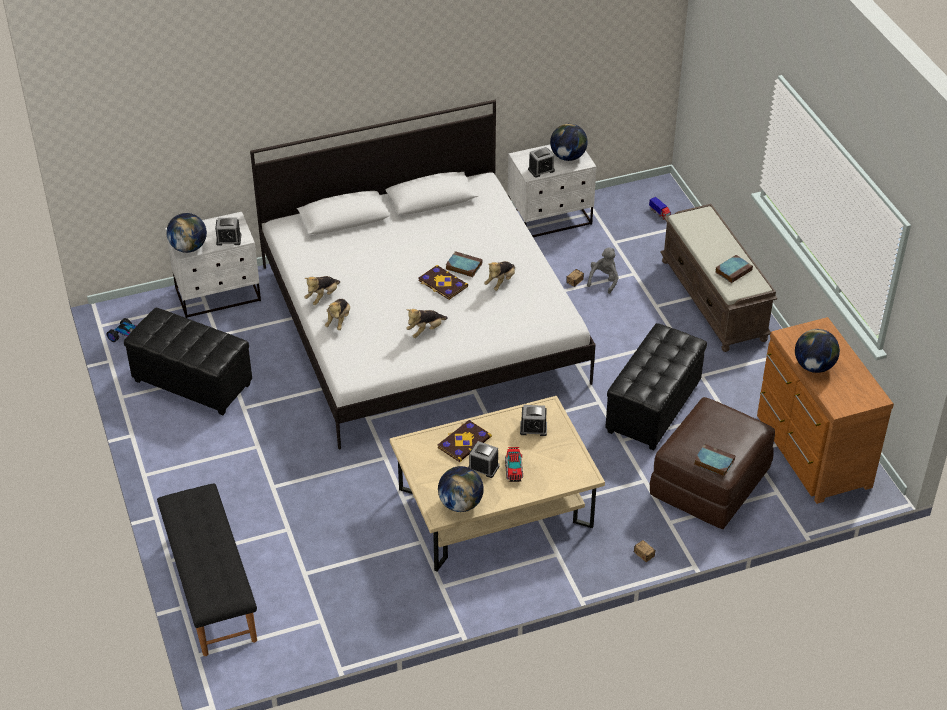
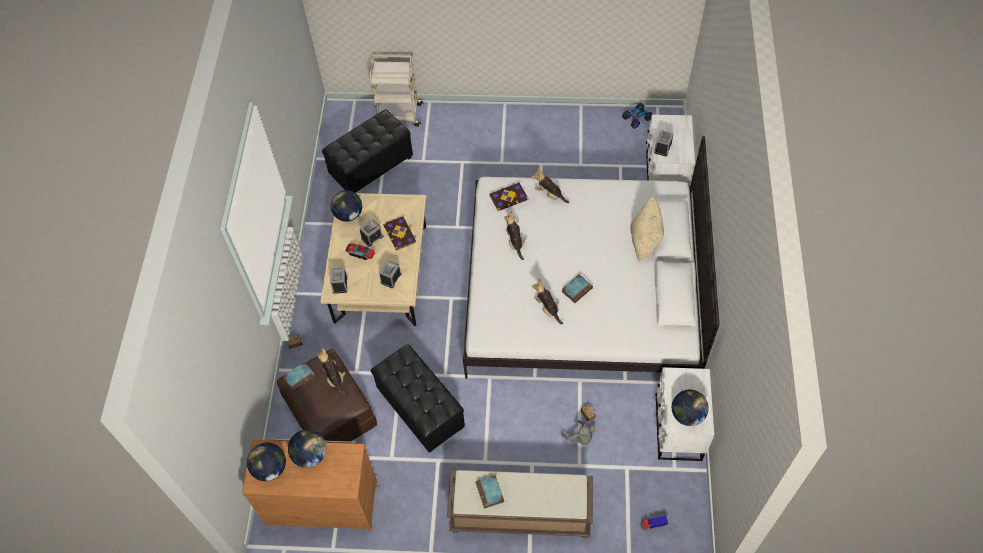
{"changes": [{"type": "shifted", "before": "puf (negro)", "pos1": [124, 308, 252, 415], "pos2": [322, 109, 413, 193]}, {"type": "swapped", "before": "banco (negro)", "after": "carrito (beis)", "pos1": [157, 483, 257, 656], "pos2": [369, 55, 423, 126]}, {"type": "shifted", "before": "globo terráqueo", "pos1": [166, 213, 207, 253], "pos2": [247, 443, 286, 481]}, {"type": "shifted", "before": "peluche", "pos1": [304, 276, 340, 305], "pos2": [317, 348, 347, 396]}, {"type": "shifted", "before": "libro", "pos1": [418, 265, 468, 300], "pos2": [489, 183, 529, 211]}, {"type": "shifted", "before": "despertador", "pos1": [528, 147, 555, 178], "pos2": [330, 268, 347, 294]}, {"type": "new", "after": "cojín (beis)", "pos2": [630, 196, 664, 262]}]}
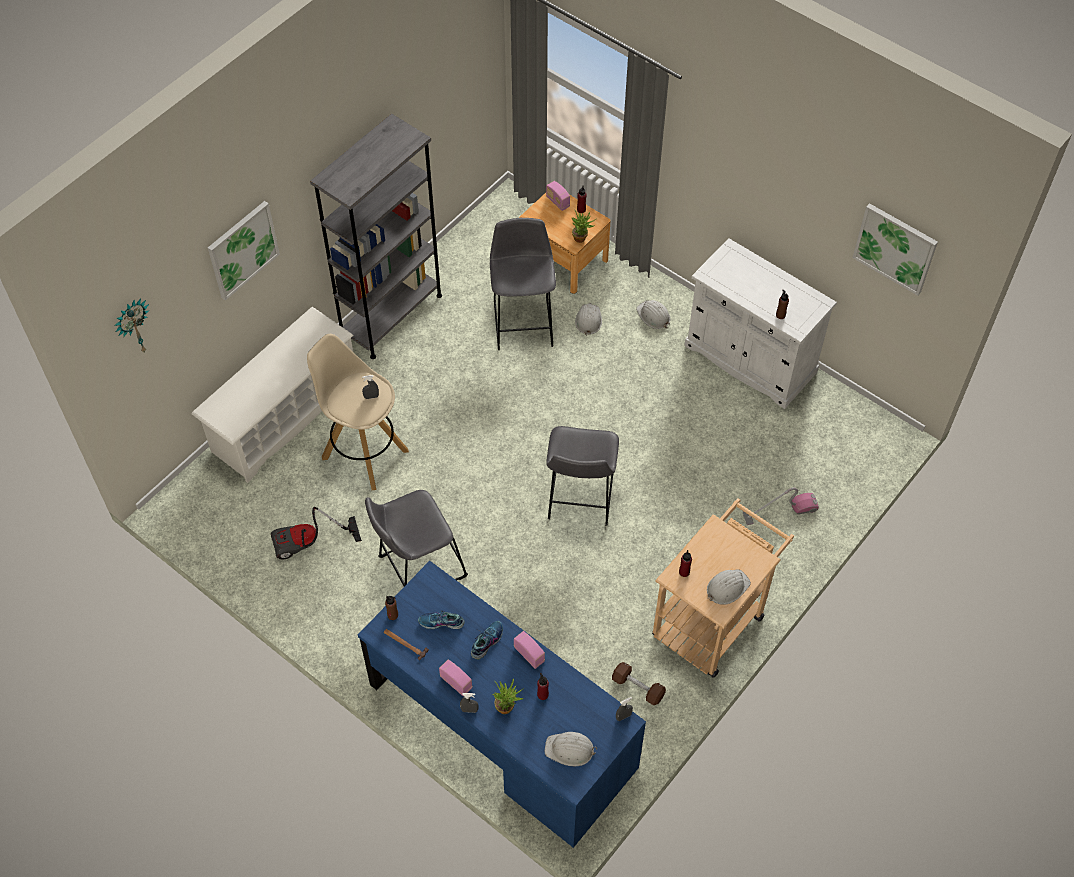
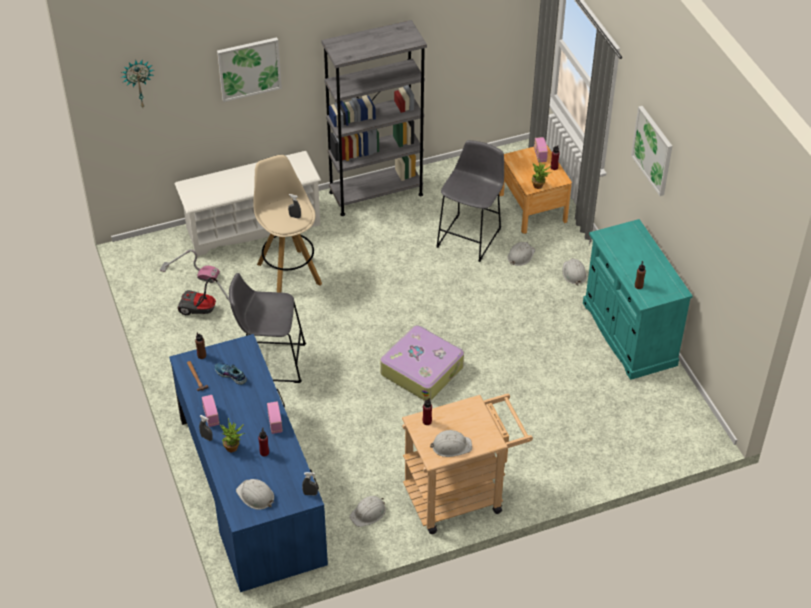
{"changes": [{"type": "gone", "before": "zapato", "pos1": [471, 621, 503, 659]}, {"type": "swapped", "before": "taburete (gris)", "after": "maleta", "pos1": [546, 426, 619, 525], "pos2": [380, 326, 464, 401]}, {"type": "swapped", "before": "mancuerna (marrón)", "after": "casco (blanco)", "pos1": [612, 662, 666, 705], "pos2": [350, 496, 386, 527]}, {"type": "repainted", "before": "armario (blanco)", "after": "armario (turquesa)", "pos1": [684, 238, 837, 409], "pos2": [583, 219, 693, 380]}, {"type": "shifted", "before": "aspiradora", "pos1": [743, 487, 819, 525], "pos2": [160, 249, 220, 283]}, {"type": "shifted", "before": "cuadro", "pos1": [853, 203, 938, 296], "pos2": [631, 106, 672, 196]}]}
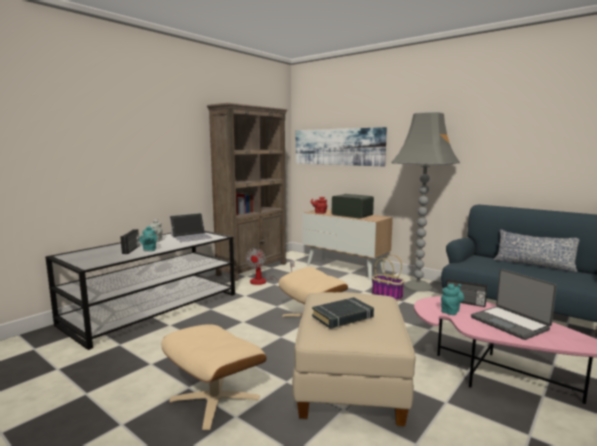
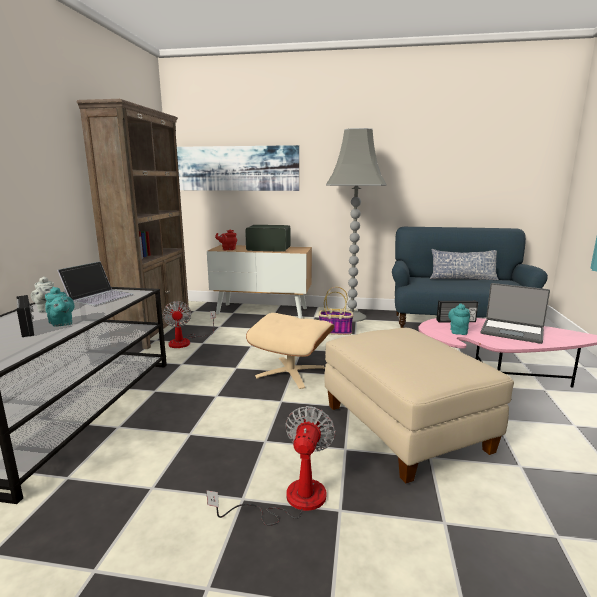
{"changes": [{"type": "swapped", "before": "puf (beis)", "after": "ventilador", "pos1": [161, 324, 267, 430], "pos2": [206, 406, 336, 526]}, {"type": "gone", "before": "libro (negro)", "pos1": [312, 297, 374, 329]}]}
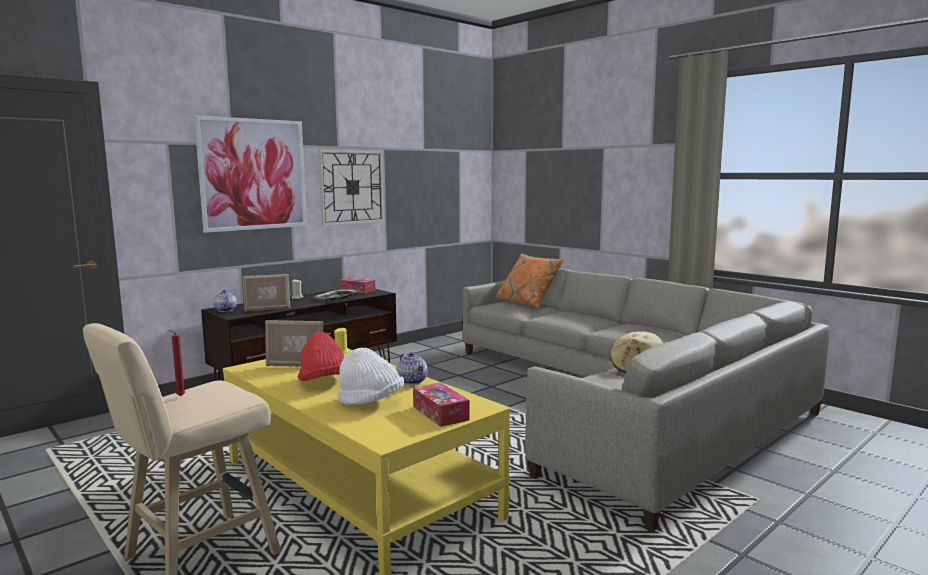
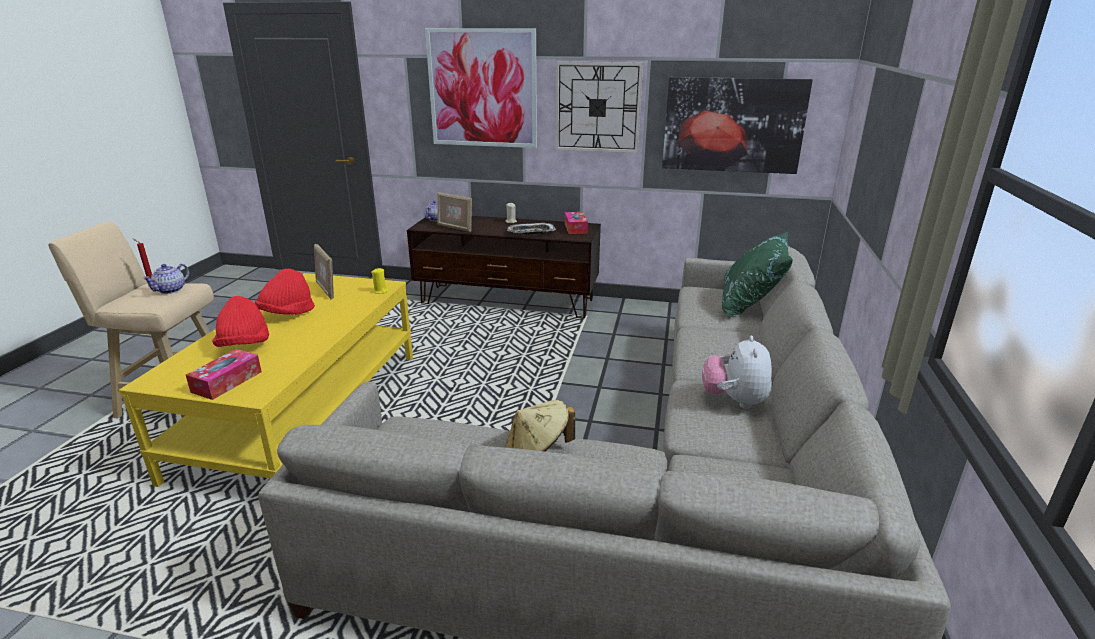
{"changes": [{"type": "repainted", "before": "sombrero (blanco)", "after": "sombrero (rojo)", "pos1": [337, 348, 404, 405], "pos2": [212, 296, 269, 347]}, {"type": "shifted", "before": "tetera", "pos1": [396, 352, 428, 385], "pos2": [142, 264, 189, 294]}, {"type": "repainted", "before": "cojín (naranja)", "after": "cojín (verde)", "pos1": [495, 253, 565, 307], "pos2": [722, 231, 793, 317]}, {"type": "new", "after": "cuadro", "pos2": [662, 77, 813, 174]}, {"type": "new", "after": "peluche", "pos2": [702, 336, 772, 409]}]}
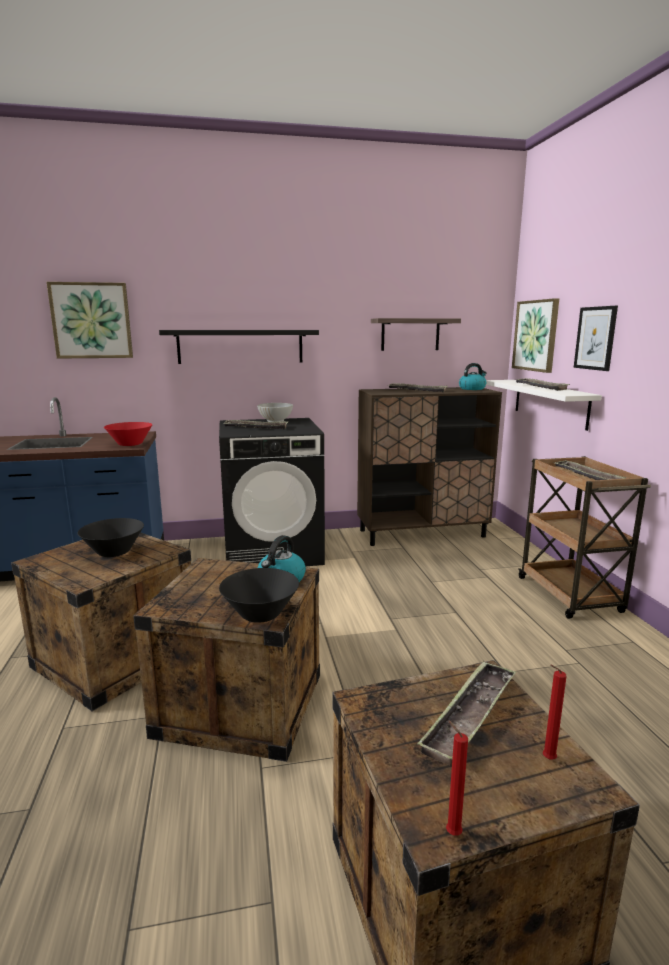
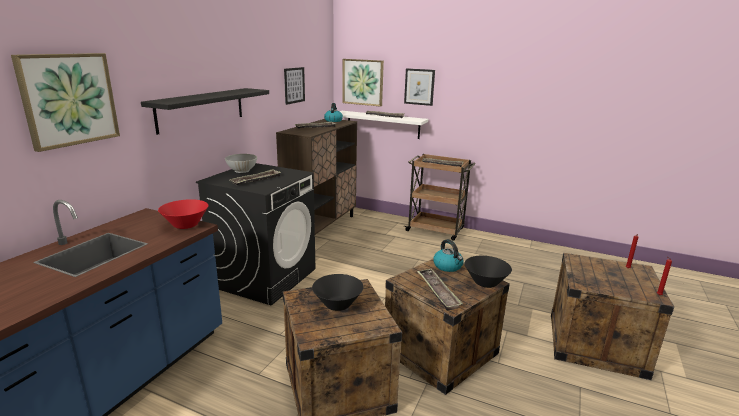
{"changes": [{"type": "swapped", "before": "estante", "after": "cuadro", "pos1": [371, 318, 461, 351], "pos2": [284, 67, 305, 105]}, {"type": "shifted", "before": "bandeja", "pos1": [417, 661, 516, 766], "pos2": [417, 269, 463, 311]}]}
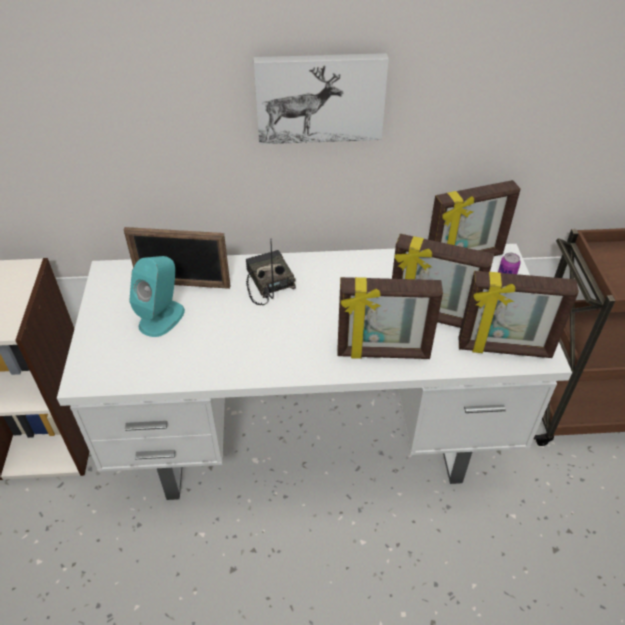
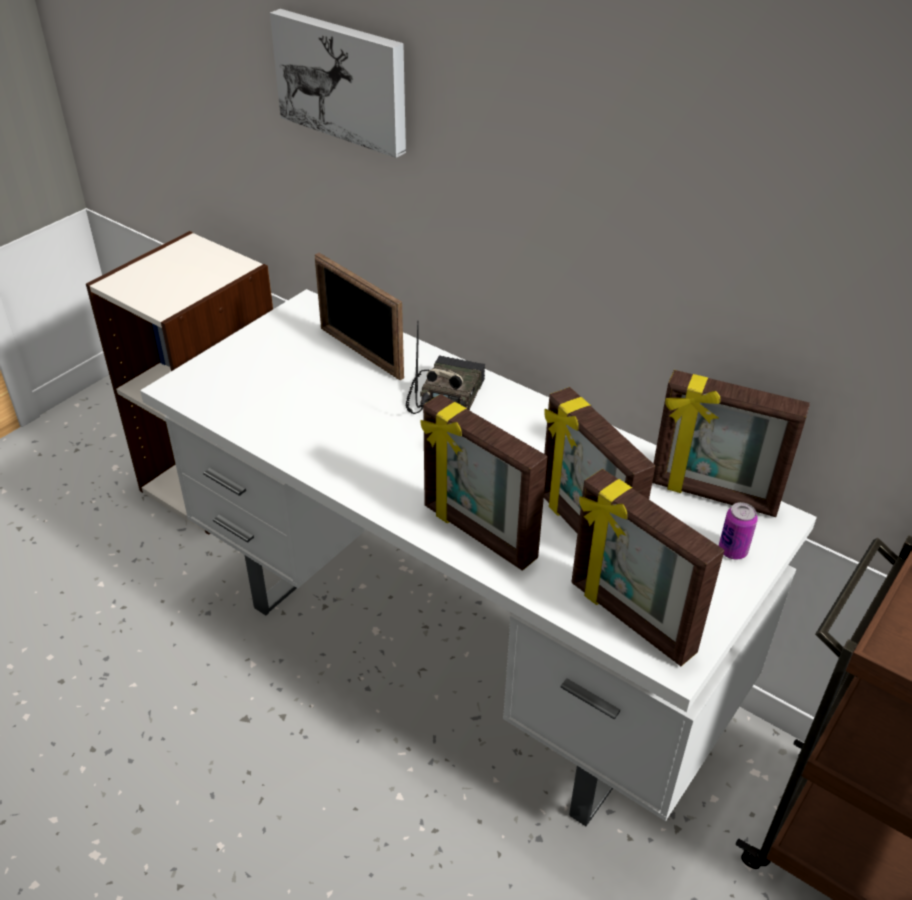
{"changes": [{"type": "gone", "before": "altavoz (turquesa)", "pos1": [129, 256, 185, 337]}, {"type": "shifted", "before": "cuadro", "pos1": [254, 53, 389, 144], "pos2": [270, 9, 406, 158]}]}
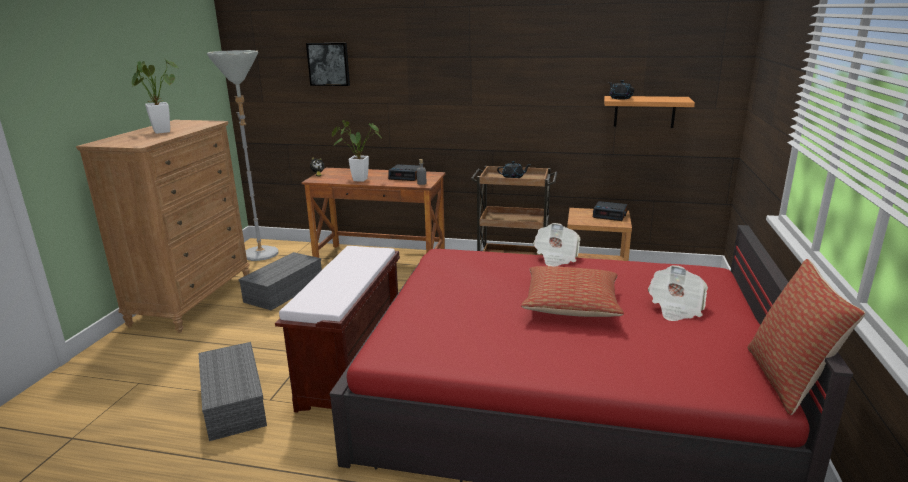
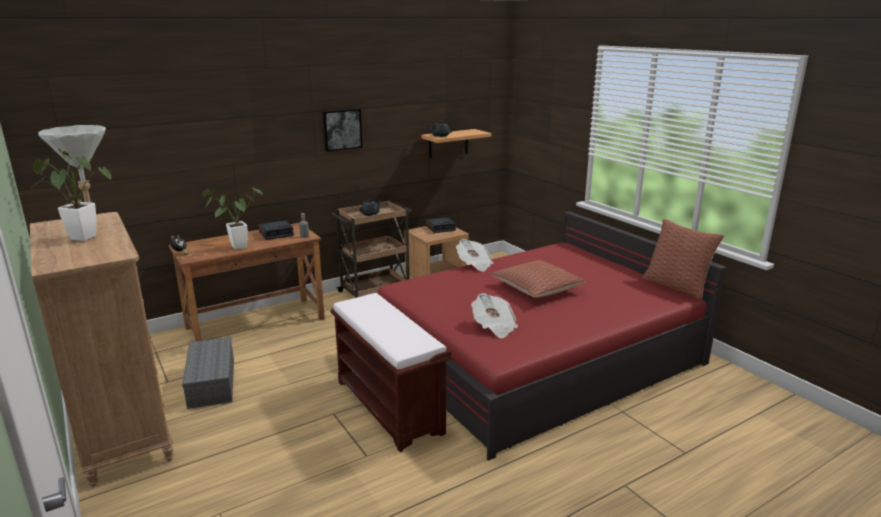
{"changes": [{"type": "gone", "before": "caja de almacenaje (gris)", "pos1": [199, 342, 267, 441]}, {"type": "shifted", "before": "cuadro", "pos1": [306, 43, 350, 86], "pos2": [322, 108, 362, 152]}, {"type": "shifted", "before": "periódico", "pos1": [648, 265, 708, 321], "pos2": [471, 293, 518, 338]}]}
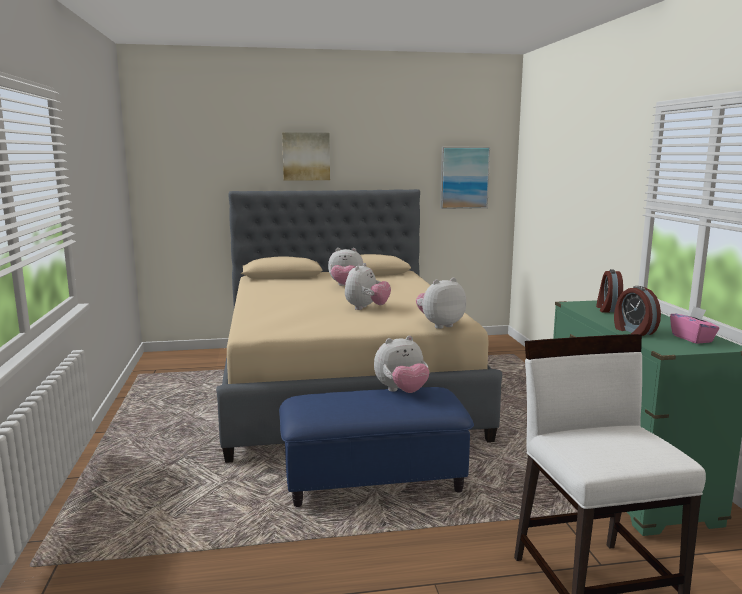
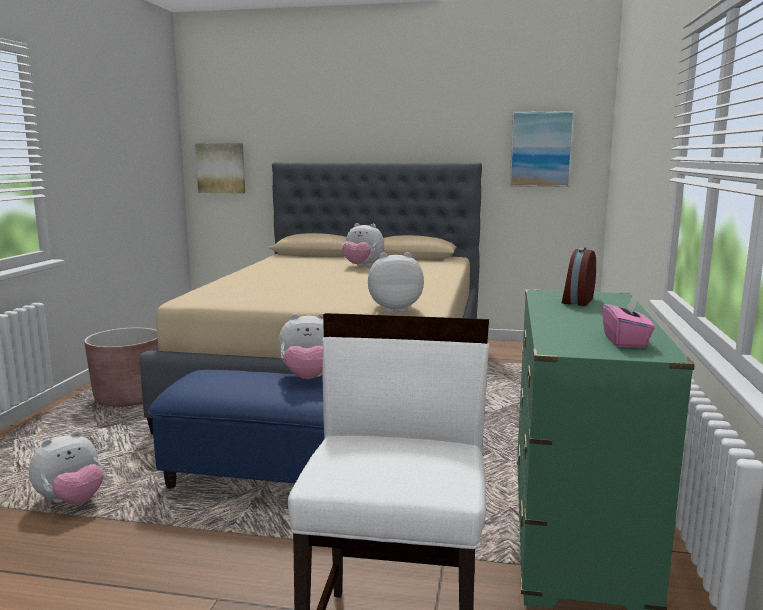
{"changes": [{"type": "shifted", "before": "cuadro", "pos1": [282, 132, 330, 181], "pos2": [195, 143, 245, 193]}, {"type": "shifted", "before": "peluche", "pos1": [345, 263, 391, 310], "pos2": [29, 431, 104, 504]}, {"type": "gone", "before": "despertador", "pos1": [614, 286, 661, 336]}, {"type": "new", "after": "maceta (marrón)", "pos2": [84, 327, 158, 407]}]}
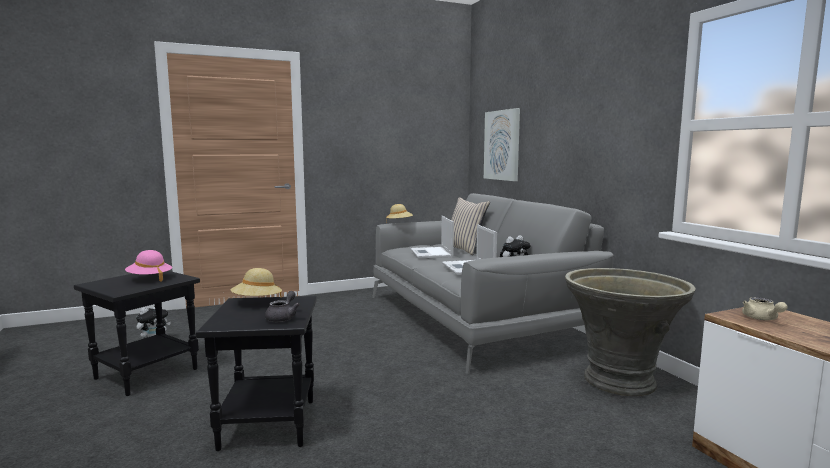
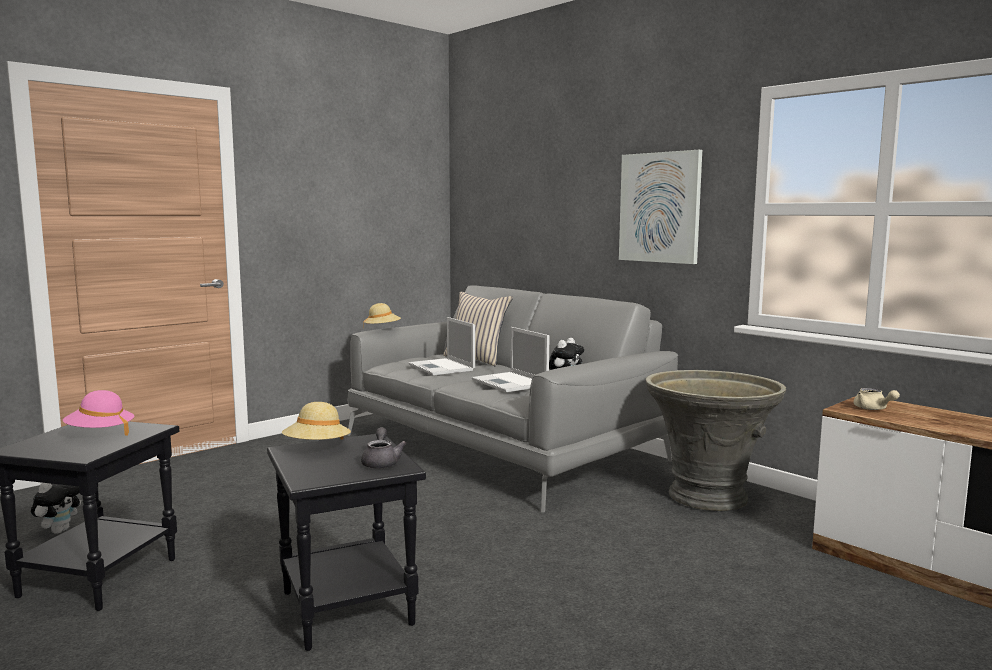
{"changes": [{"type": "shifted", "before": "cuadro", "pos1": [484, 108, 520, 181], "pos2": [619, 150, 702, 264]}]}
